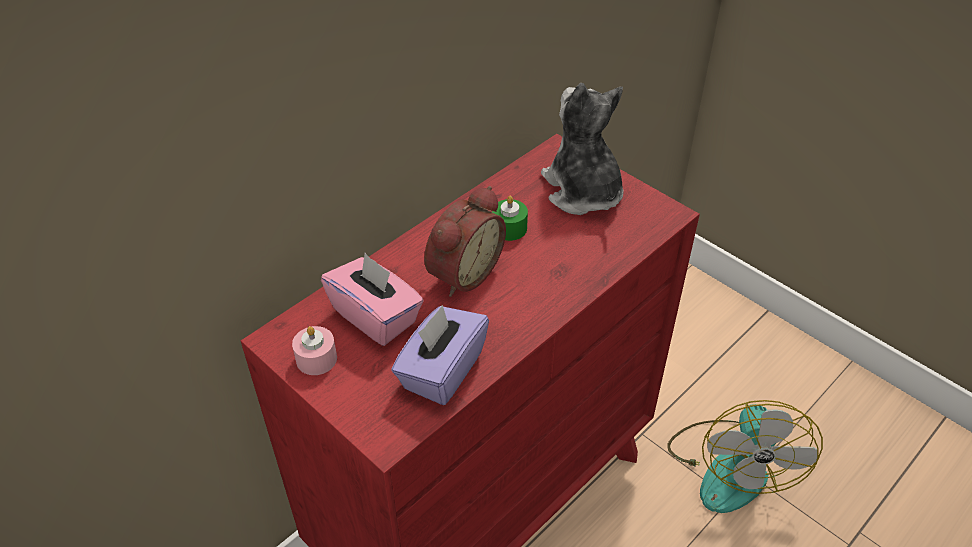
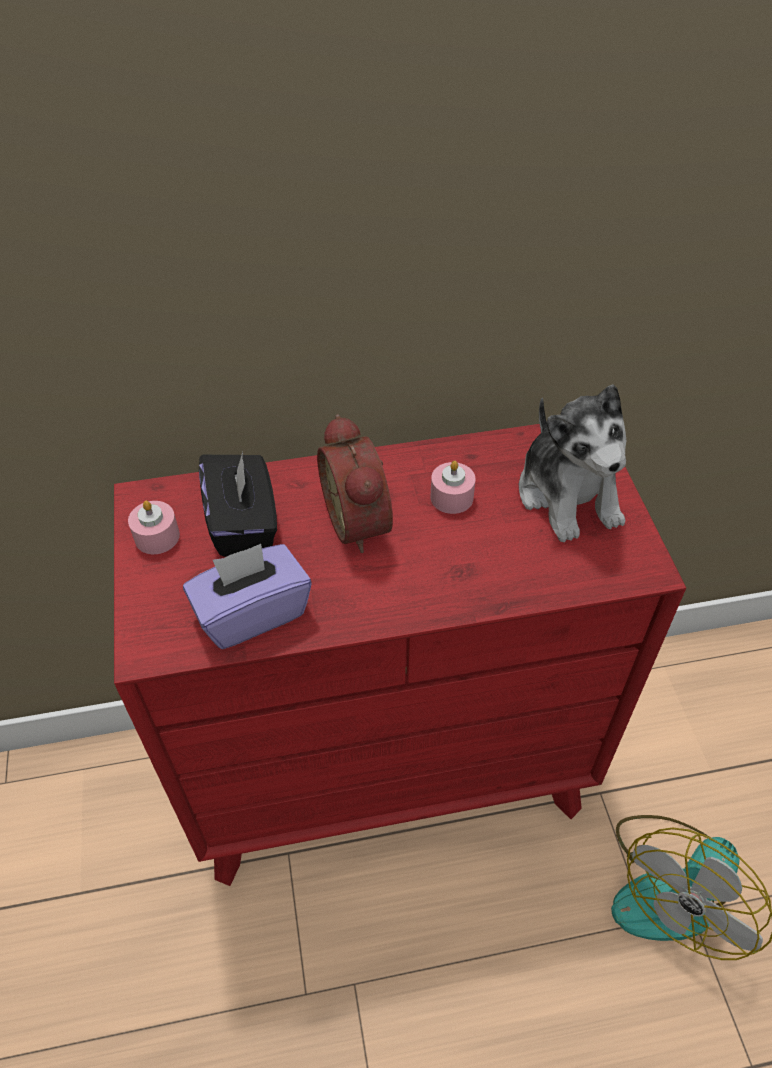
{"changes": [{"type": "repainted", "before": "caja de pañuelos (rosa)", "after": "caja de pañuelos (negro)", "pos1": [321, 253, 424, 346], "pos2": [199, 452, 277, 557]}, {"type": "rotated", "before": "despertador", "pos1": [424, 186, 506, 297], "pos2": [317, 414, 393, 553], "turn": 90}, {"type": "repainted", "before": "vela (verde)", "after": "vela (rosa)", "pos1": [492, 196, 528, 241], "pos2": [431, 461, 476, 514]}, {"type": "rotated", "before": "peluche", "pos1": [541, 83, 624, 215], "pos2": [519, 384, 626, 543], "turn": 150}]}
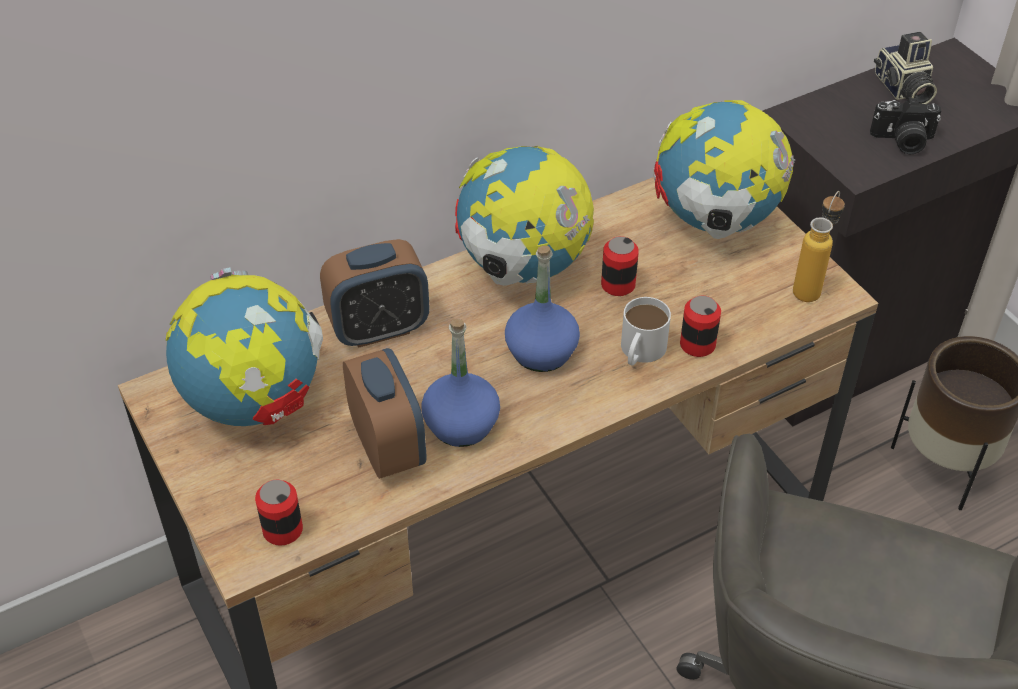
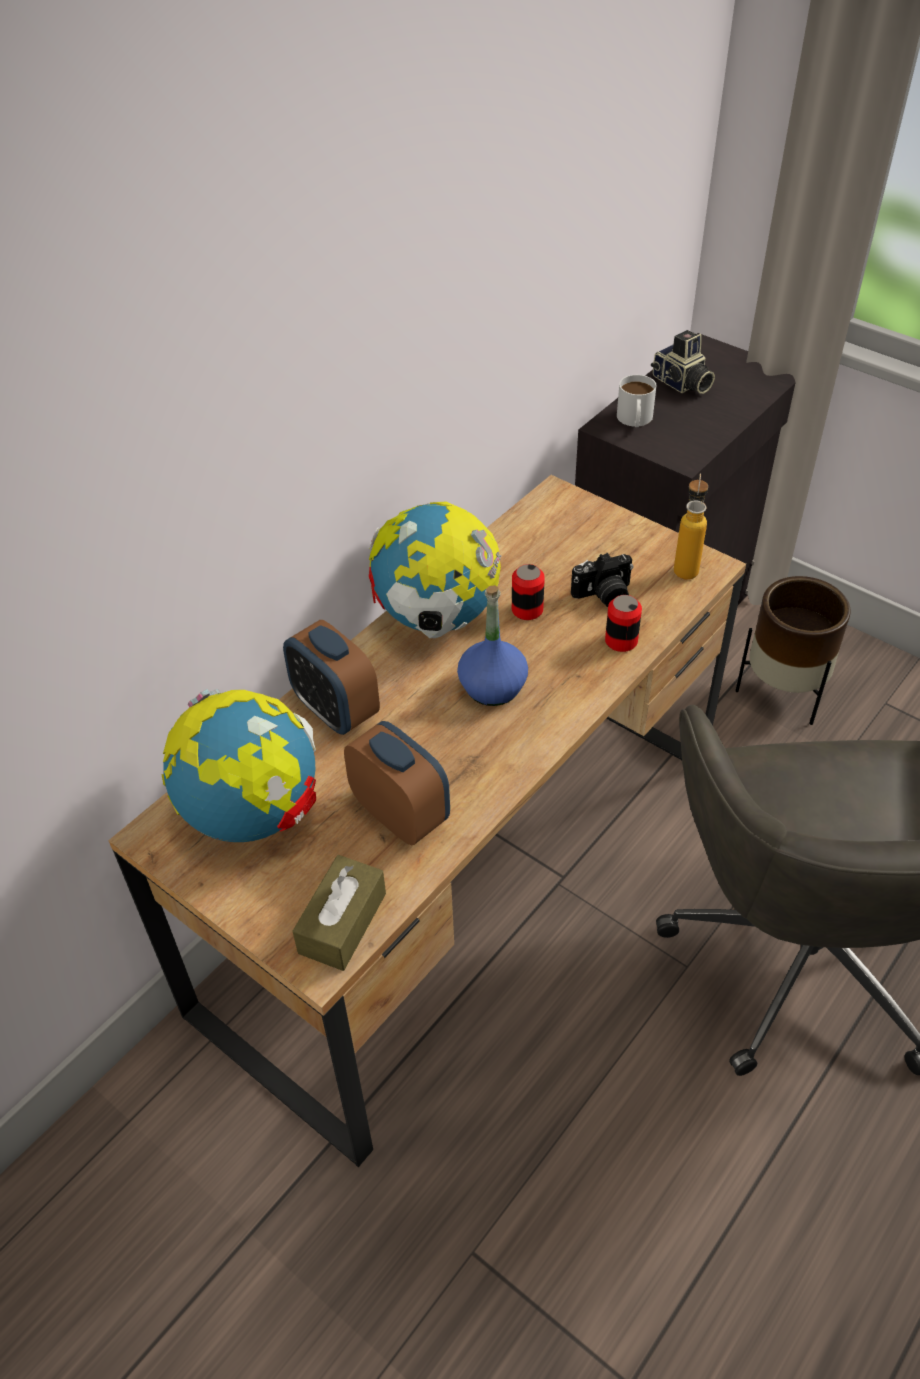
{"changes": [{"type": "swapped", "before": "lata", "after": "caja de pañuelos (marrón)", "pos1": [255, 480, 303, 545], "pos2": [293, 855, 386, 971]}, {"type": "rotated", "before": "despertador", "pos1": [320, 239, 430, 348], "pos2": [283, 620, 380, 735], "turn": 90}, {"type": "gone", "before": "botella (azul)", "pos1": [421, 319, 500, 447]}, {"type": "shifted", "before": "taza grande (blanco)", "pos1": [621, 297, 671, 366], "pos2": [617, 375, 656, 427]}, {"type": "gone", "before": "globo terráqueo", "pos1": [653, 99, 795, 239]}, {"type": "shifted", "before": "cámara", "pos1": [870, 97, 941, 154], "pos2": [571, 553, 633, 607]}]}
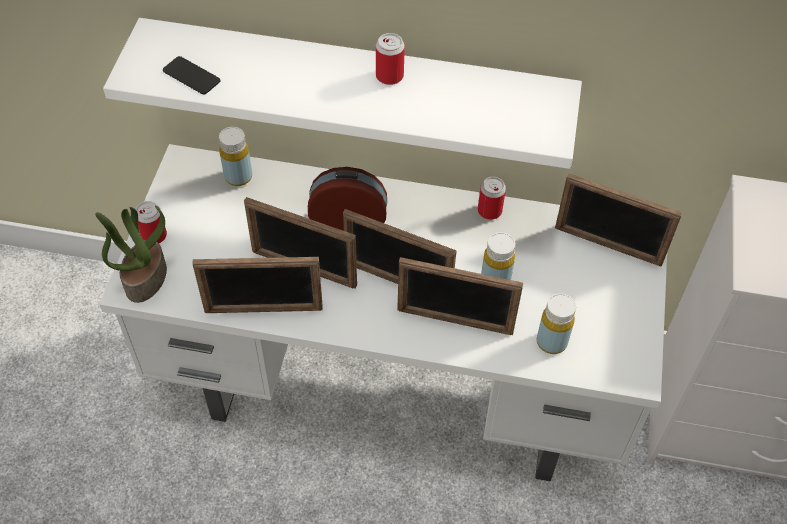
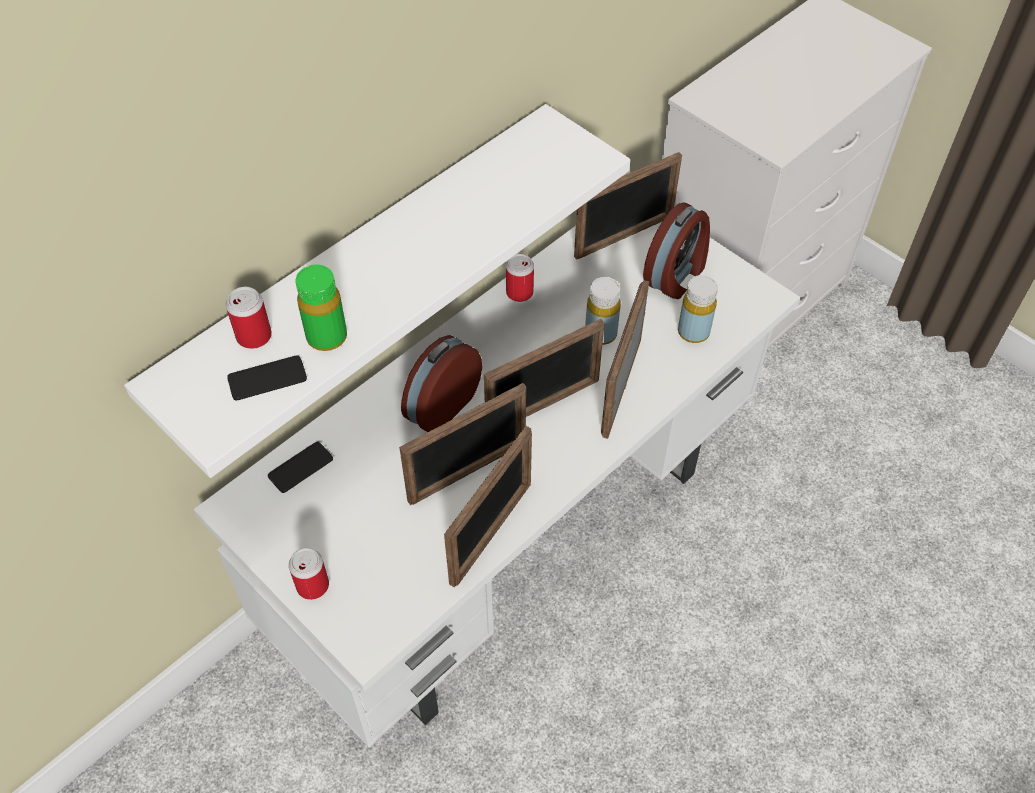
{"changes": [{"type": "gone", "before": "planta en maceta", "pos1": [95, 205, 167, 303]}, {"type": "swapped", "before": "botella (amarillo)", "after": "móvil", "pos1": [219, 127, 252, 186], "pos2": [268, 442, 333, 493]}, {"type": "shifted", "before": "lata", "pos1": [376, 33, 405, 85], "pos2": [226, 287, 272, 349]}, {"type": "rotated", "before": "portarretratos", "pos1": [397, 257, 523, 335], "pos2": [601, 280, 649, 439], "turn": 150}, {"type": "new", "after": "botella (verde)", "pos2": [295, 265, 347, 351]}, {"type": "new", "after": "despertador", "pos2": [643, 203, 710, 299]}]}
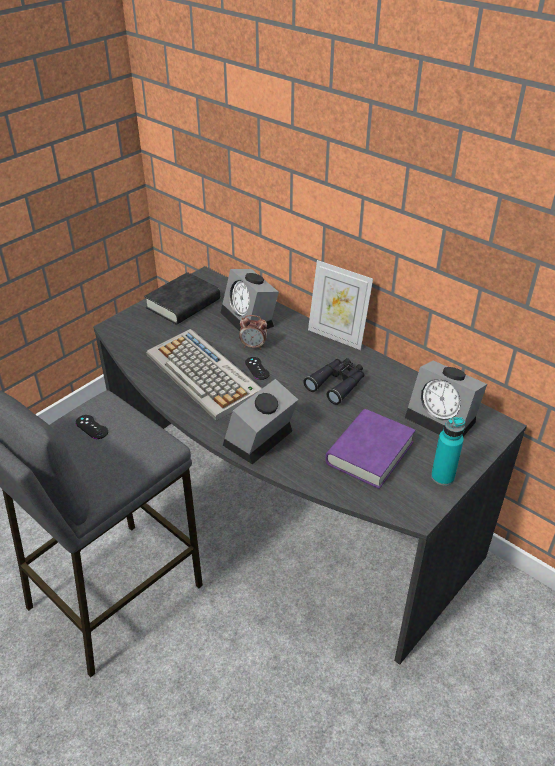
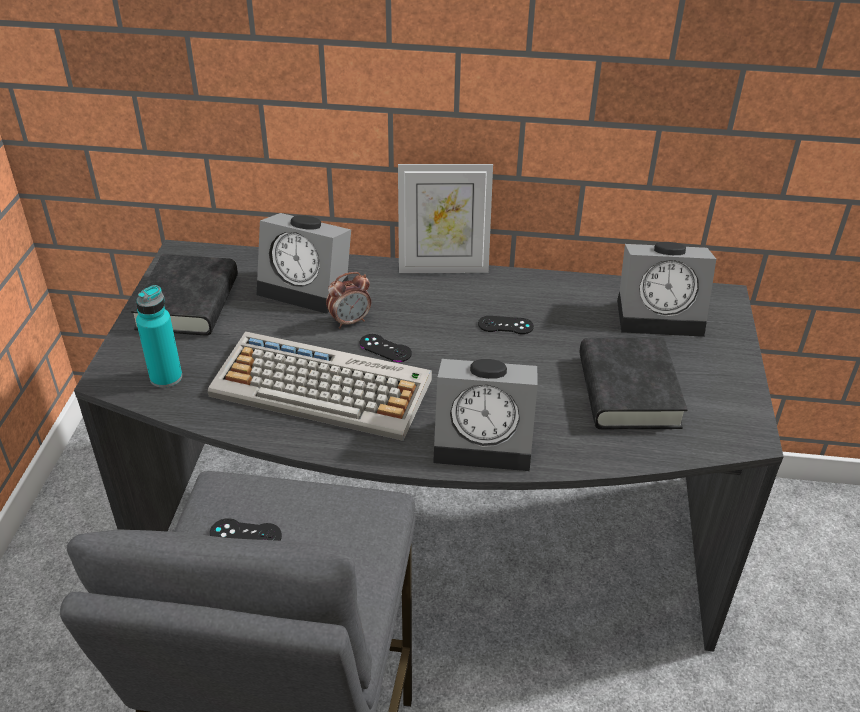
{"changes": [{"type": "rotated", "before": "despertador", "pos1": [223, 379, 298, 464], "pos2": [433, 359, 538, 471], "turn": -90}, {"type": "swapped", "before": "prismáticos (negro)", "after": "mando de consola (negro)", "pos1": [304, 358, 364, 405], "pos2": [478, 316, 534, 334]}, {"type": "repainted", "before": "libro (morado)", "after": "libro (negro)", "pos1": [325, 409, 415, 489], "pos2": [579, 338, 687, 429]}, {"type": "shifted", "before": "botella (turquesa)", "pos1": [431, 417, 465, 486], "pos2": [136, 285, 182, 388]}]}
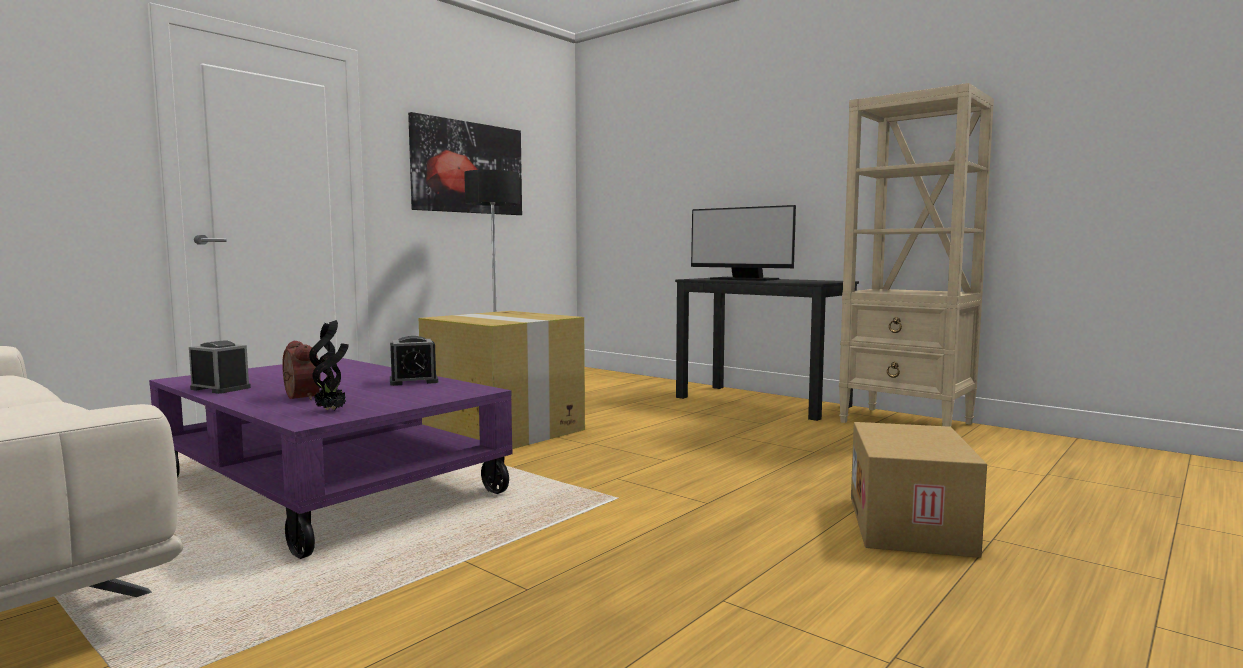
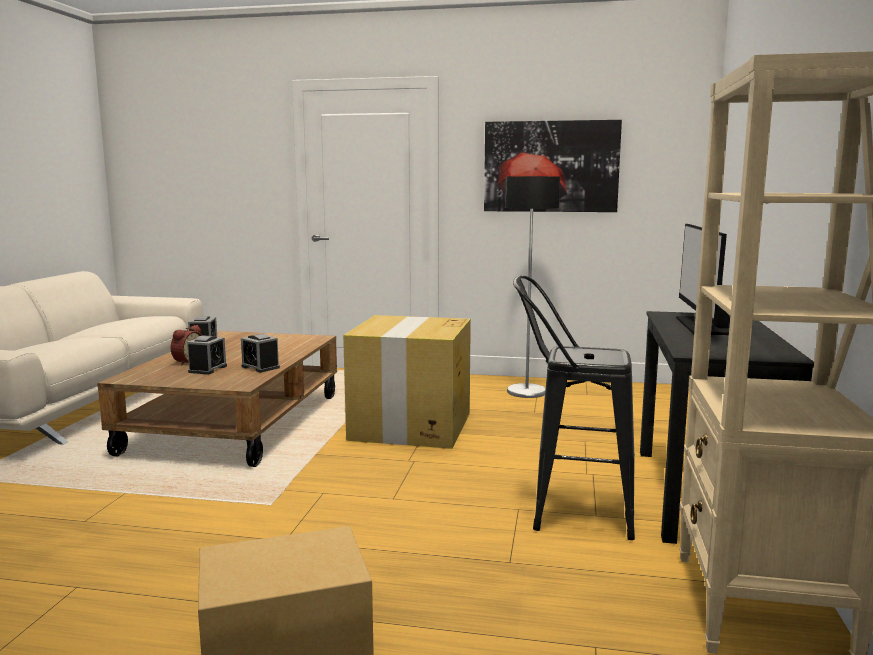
{"changes": [{"type": "repainted", "before": "mesa de centro (morado)", "after": "mesa de centro (marrón)", "pos1": [149, 358, 513, 559], "pos2": [97, 331, 337, 467]}, {"type": "gone", "before": "planta en maceta", "pos1": [309, 320, 349, 410]}, {"type": "new", "after": "despertador", "pos2": [187, 336, 227, 374]}, {"type": "new", "after": "taburete (negro)", "pos2": [513, 275, 635, 540]}]}
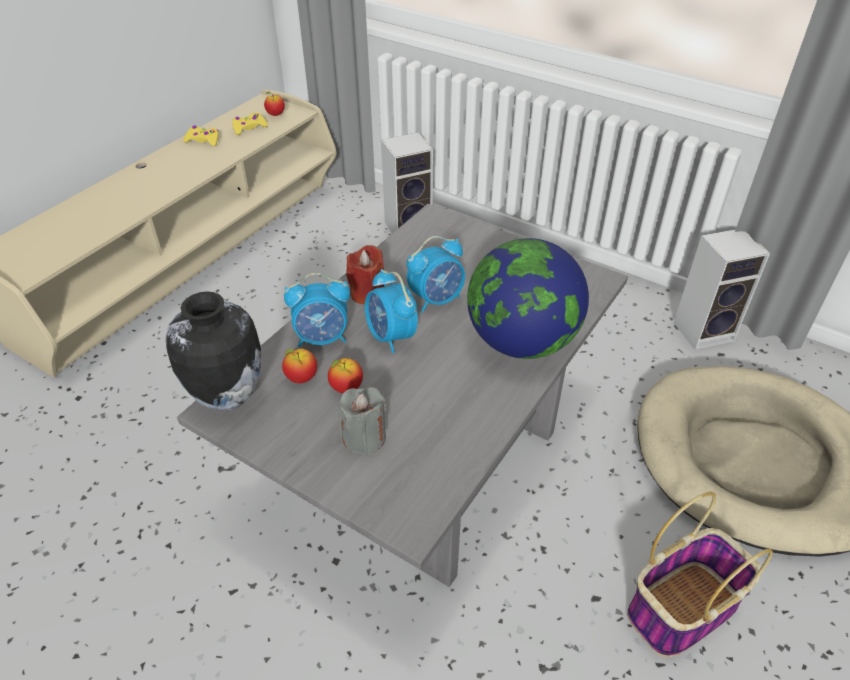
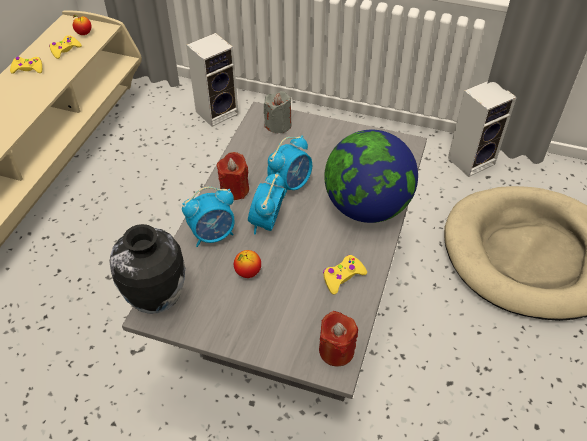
{"changes": [{"type": "gone", "before": "manzana", "pos1": [282, 348, 317, 383]}, {"type": "shifted", "before": "vela (gris)", "pos1": [338, 387, 387, 455], "pos2": [264, 91, 292, 133]}, {"type": "rotated", "before": "despertador", "pos1": [365, 269, 418, 353], "pos2": [248, 172, 285, 235], "turn": 60}, {"type": "gone", "before": "cesta", "pos1": [627, 492, 773, 657]}, {"type": "new", "after": "vela (rojo)", "pos2": [319, 311, 358, 366]}, {"type": "new", "after": "mando de consola (amarillo)", "pos2": [323, 255, 367, 295]}]}
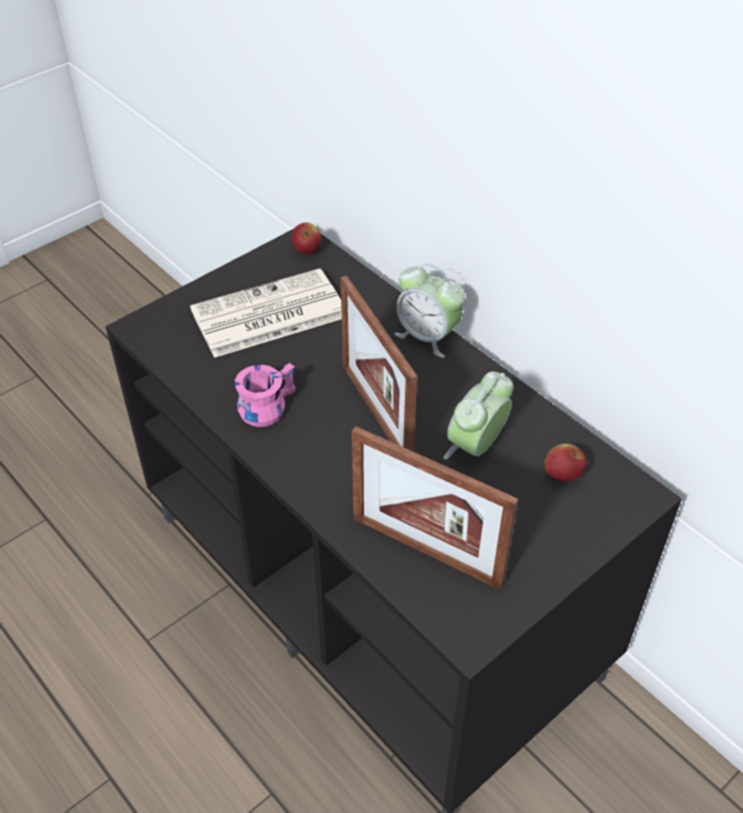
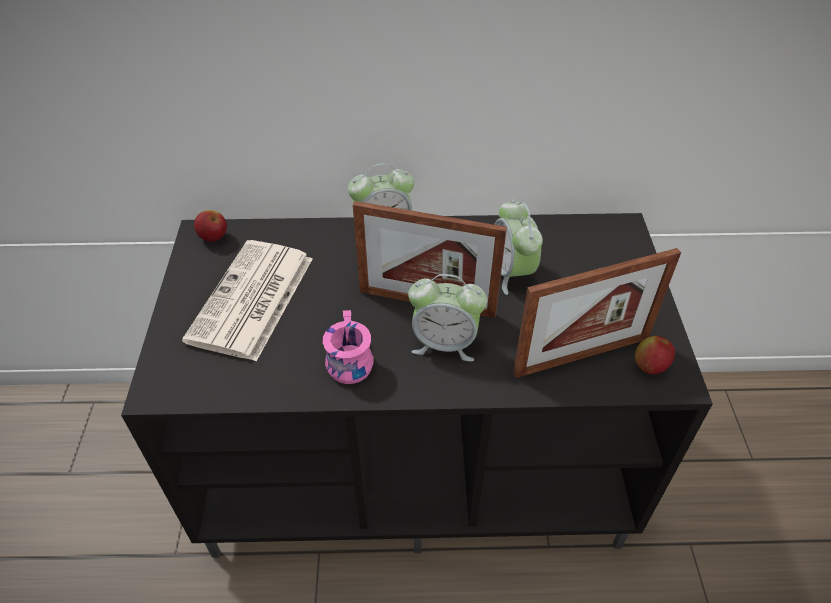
{"changes": [{"type": "shifted", "before": "manzana", "pos1": [544, 444, 587, 482], "pos2": [635, 336, 675, 374]}, {"type": "new", "after": "despertador", "pos2": [408, 274, 487, 361]}]}
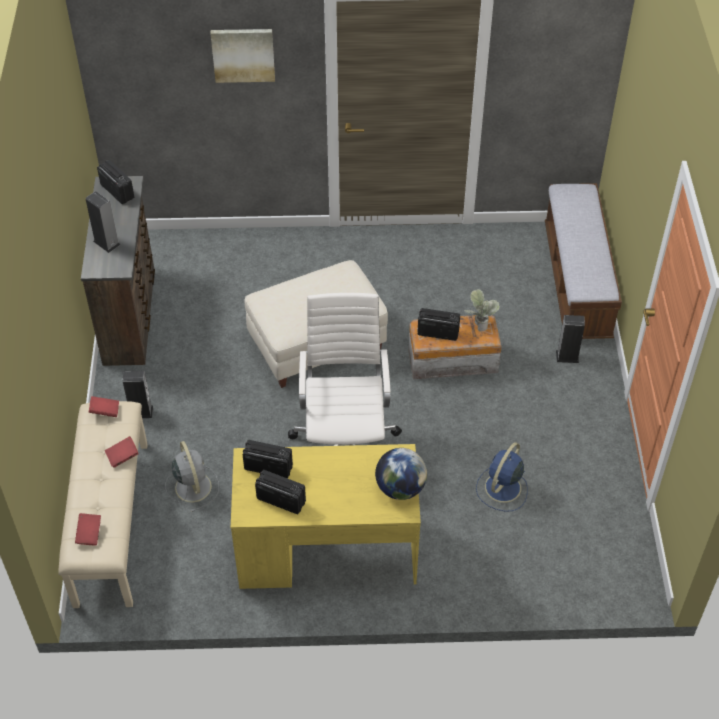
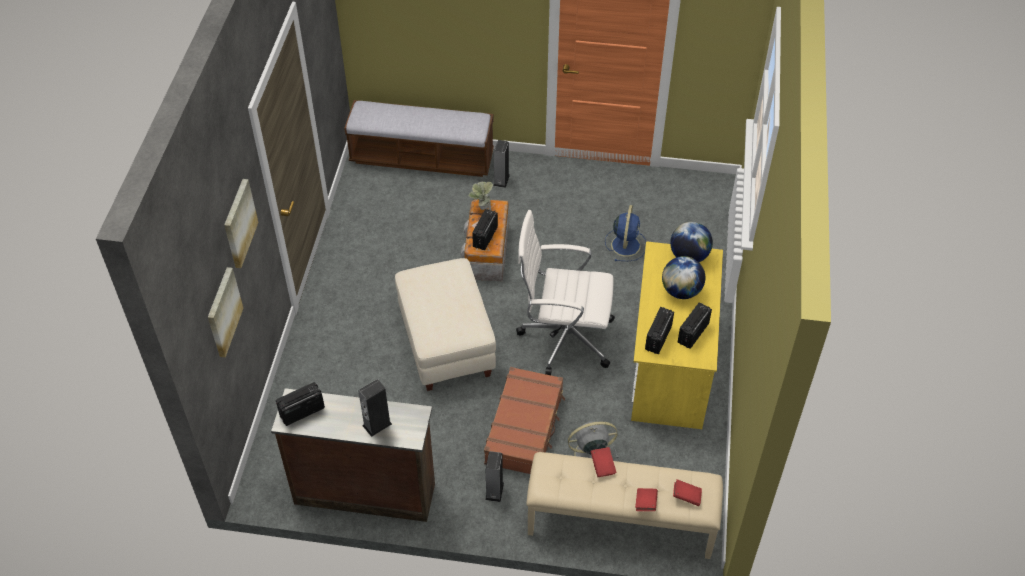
{"changes": [{"type": "shifted", "before": "libro (rojo)", "pos1": [89, 396, 119, 417], "pos2": [635, 488, 658, 511]}, {"type": "rotated", "before": "ventilador (azul)", "pos1": [476, 442, 528, 511], "pos2": [605, 205, 646, 261], "turn": -120}, {"type": "new", "after": "cuadro", "pos2": [208, 267, 243, 358]}, {"type": "new", "after": "maleta (marrón)", "pos2": [484, 367, 565, 474]}, {"type": "new", "after": "globo terráqueo", "pos2": [662, 256, 705, 299]}]}
